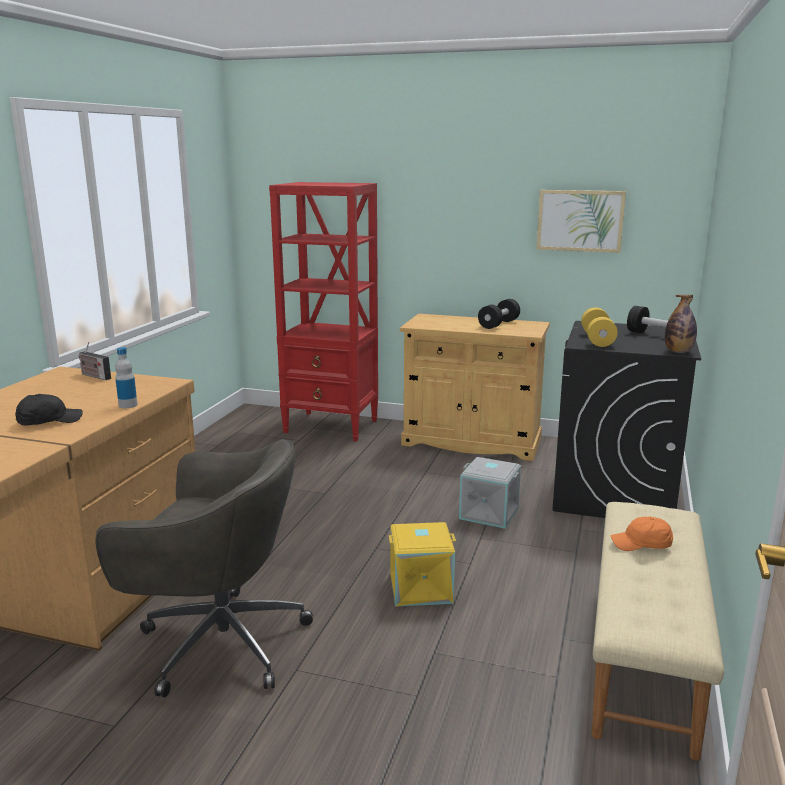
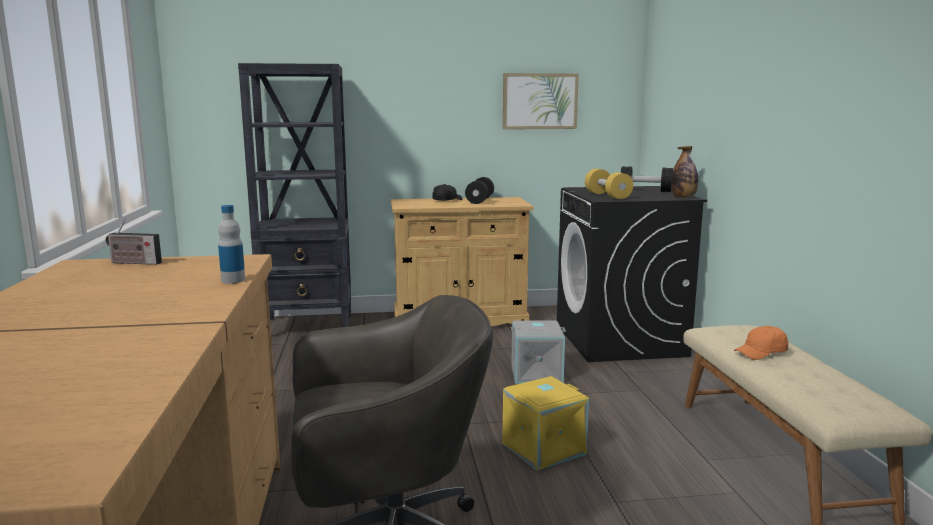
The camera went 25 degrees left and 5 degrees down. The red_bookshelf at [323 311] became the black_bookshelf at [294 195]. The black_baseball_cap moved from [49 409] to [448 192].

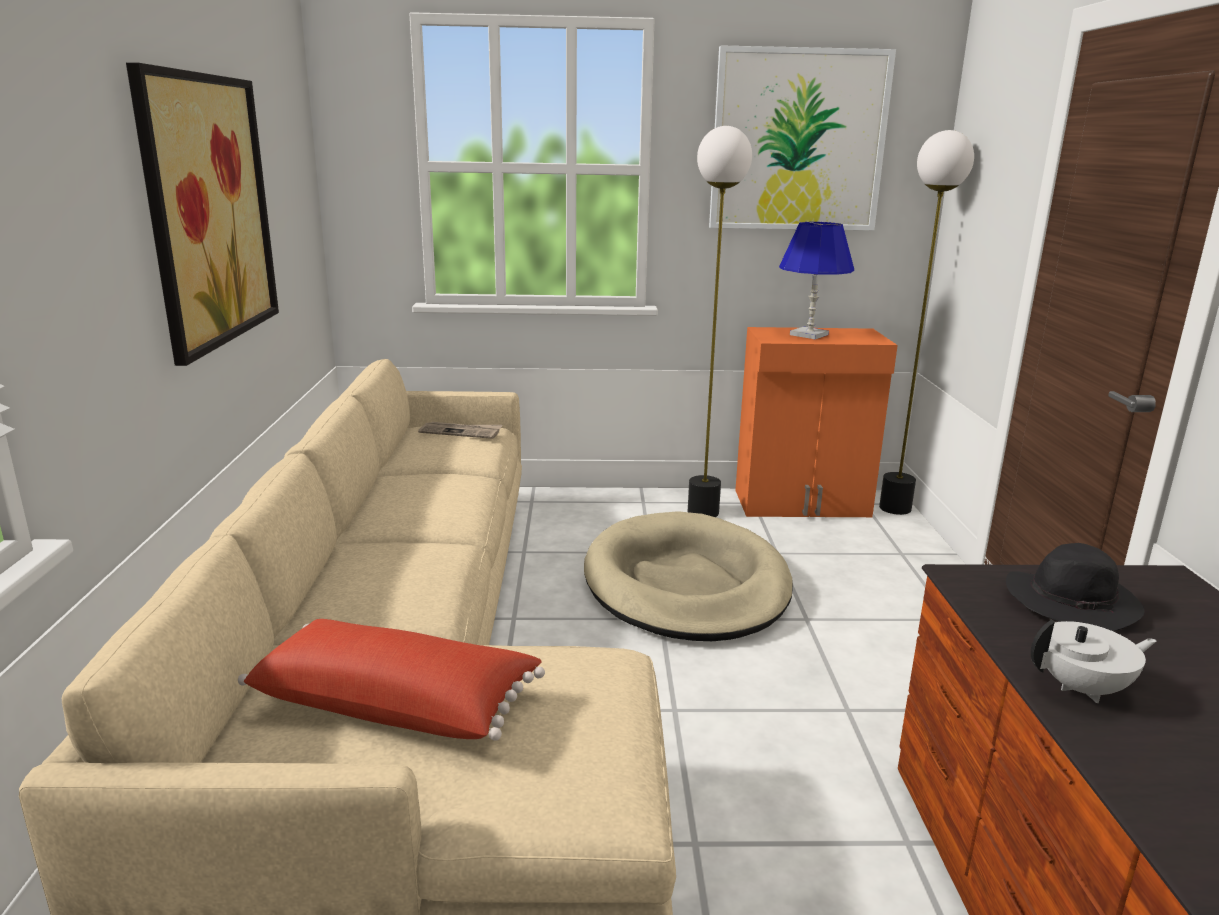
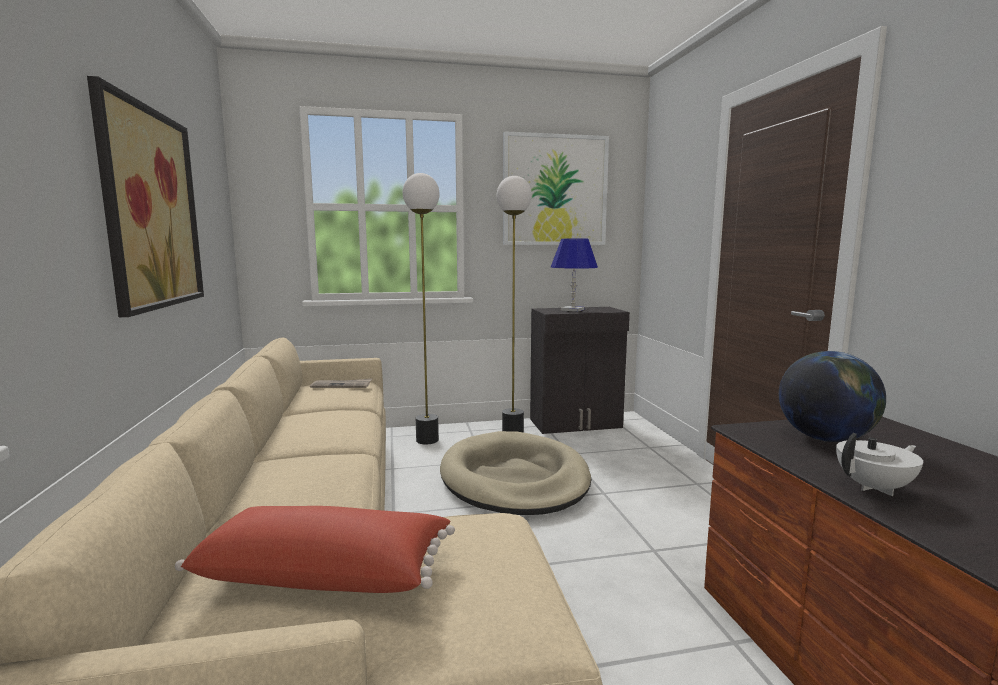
The camera went 10 degrees left and 10 degrees down. The standard_lamp moved from [926 322] to [421 308]. The orange-coloured_cabinet at [816 422] became the black_cabinet at [580 370]. The black_wearable_hat at [1075 587] was replaced by the globe at [832 396].

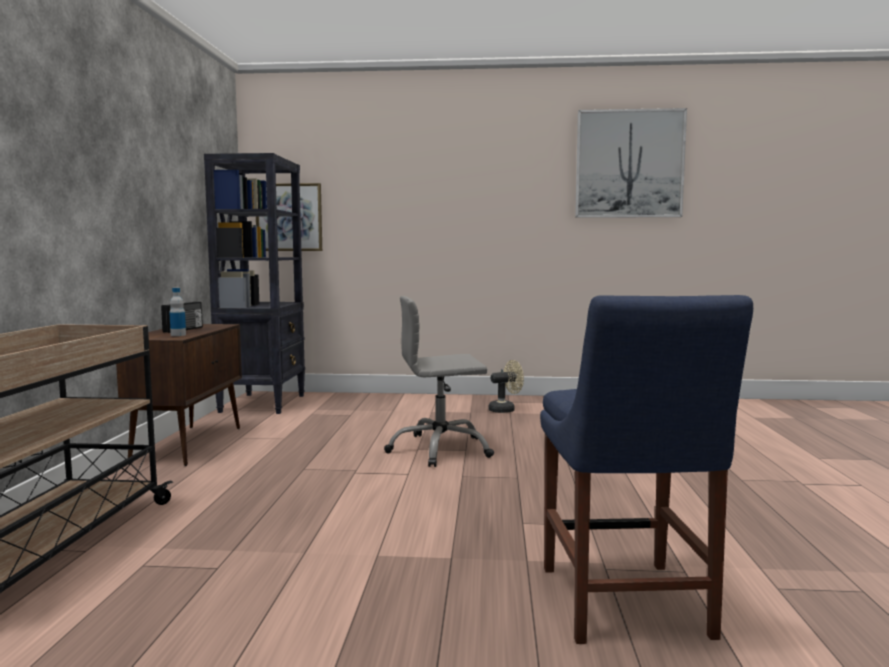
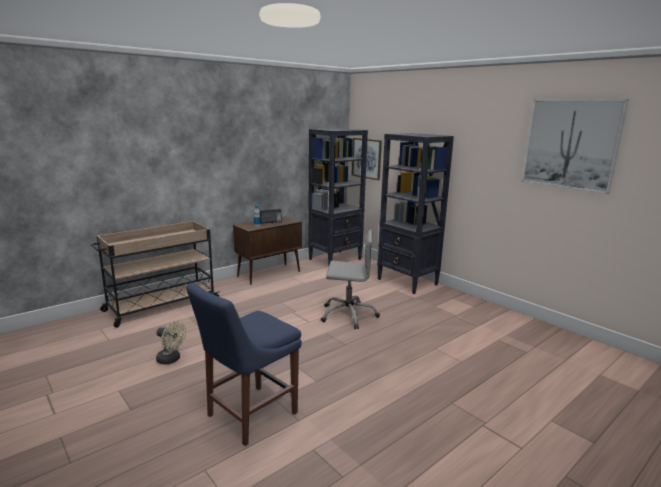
The camera went 45 degrees right and 10 degrees up. The beige_cooling_fan moved from [506 386] to [171 343]. The greyish_desk_chair at [439 381] turned 150 degrees clockwise. The black_bookshelf at [415 213] appeared.

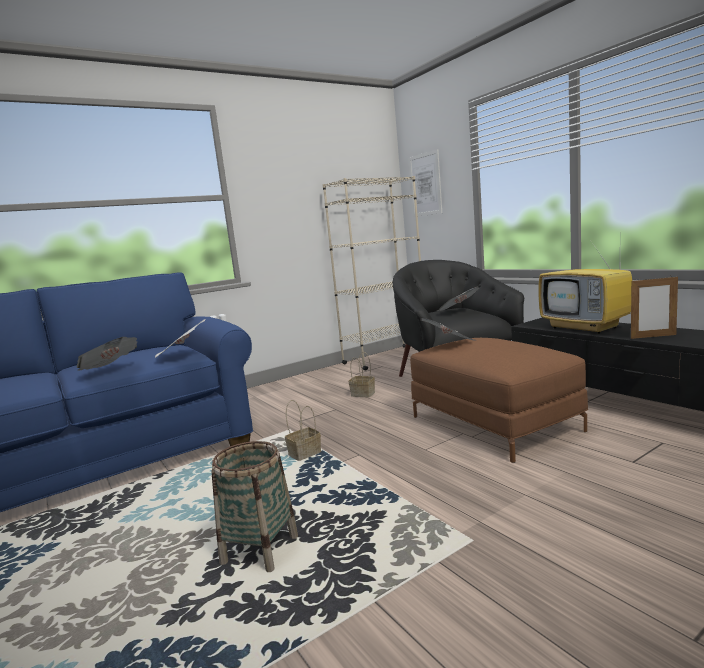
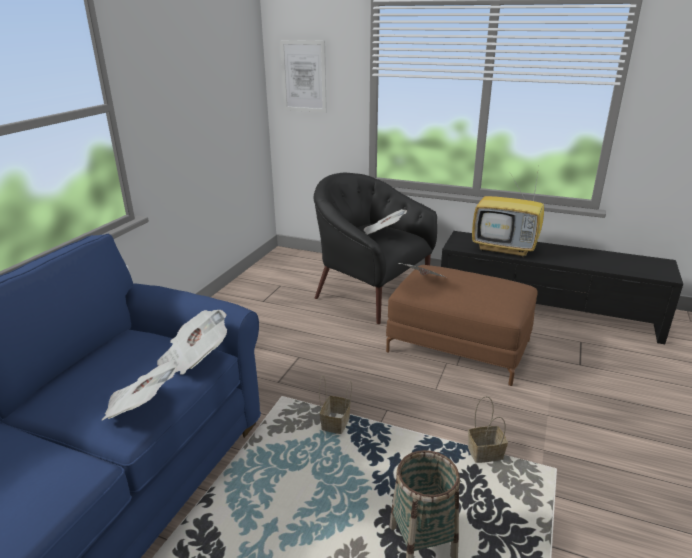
The camera went 35 degrees left and 15 degrees up. The storage_basket moved from [362 374] to [488 429]. The beige_bookshelf at [372 273] disappeared. The picture_frame at [654 307] disappeared.

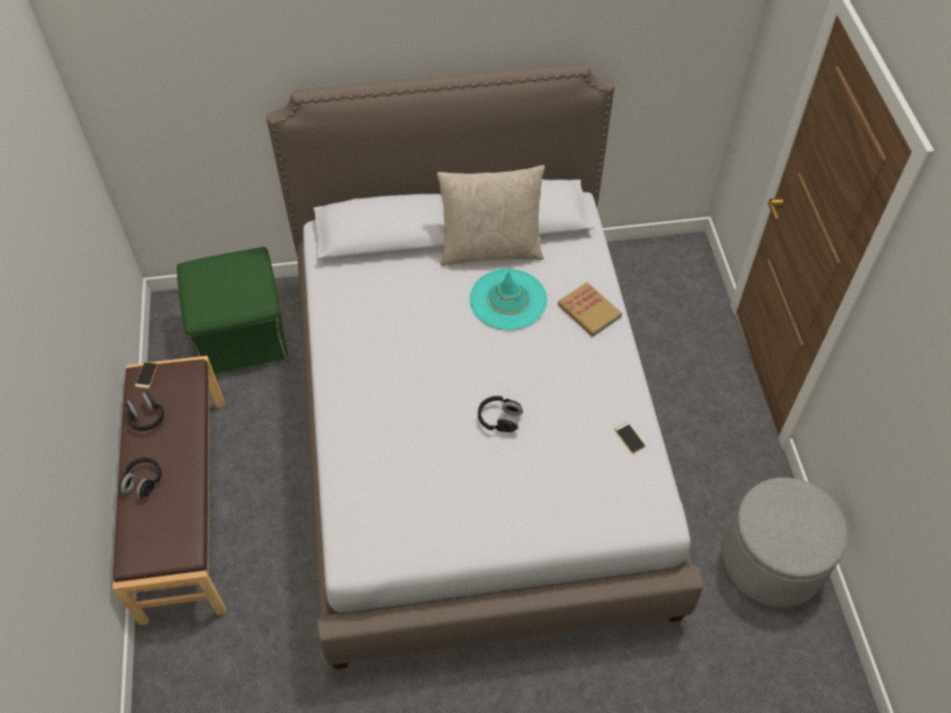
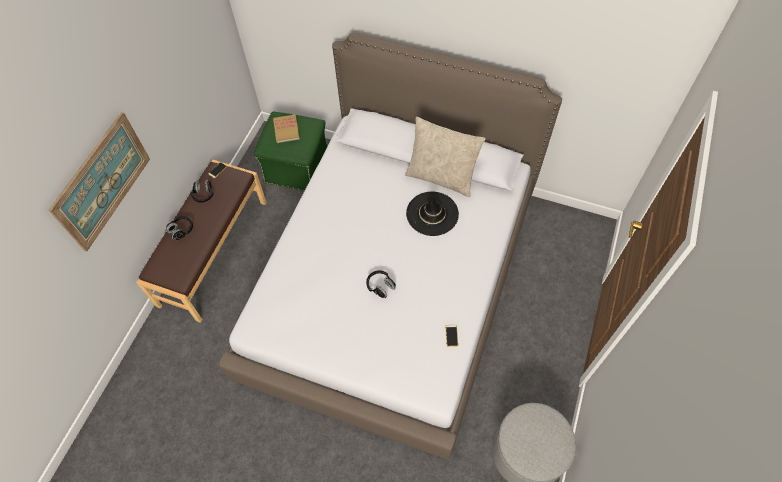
The camera went 30 degrees right and 5 degrees up. The picture at [99 182] appeared. The bound_book moved from [590 309] to [286 128]. The blue-green_wearable_hat at [508 299] became the black_wearable_hat at [432 214].

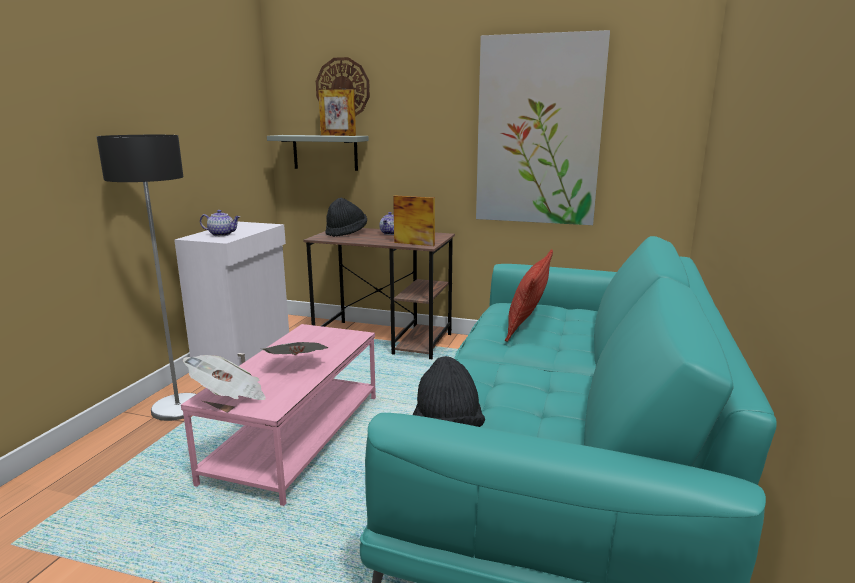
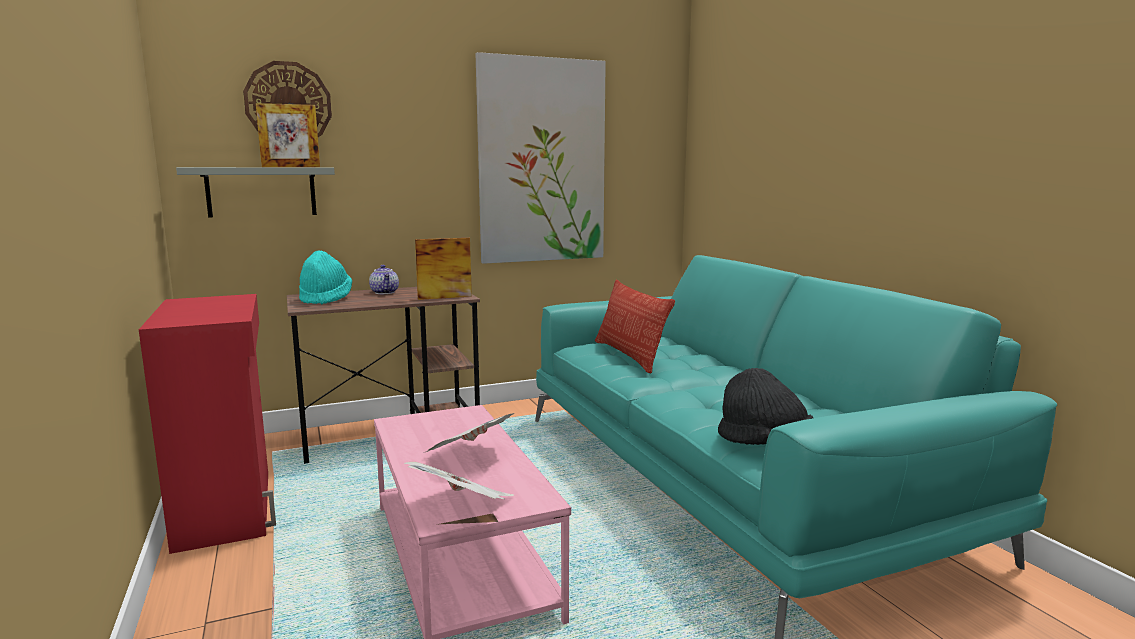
The camera went 40 degrees left and 5 degrees down. The white-coloured_cabinet at [231 294] became the red_cabinet at [207 424]. The black_wearable_hat at [346 217] became the blue-green_wearable_hat at [325 277]. The standard_lamp at [146 278] disappeared. The tea_pot at [220 223] disappeared.

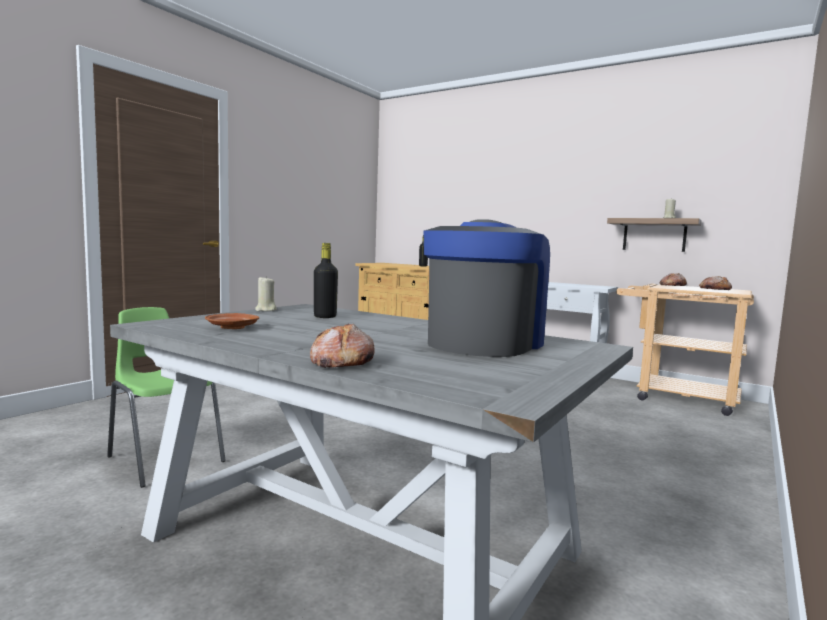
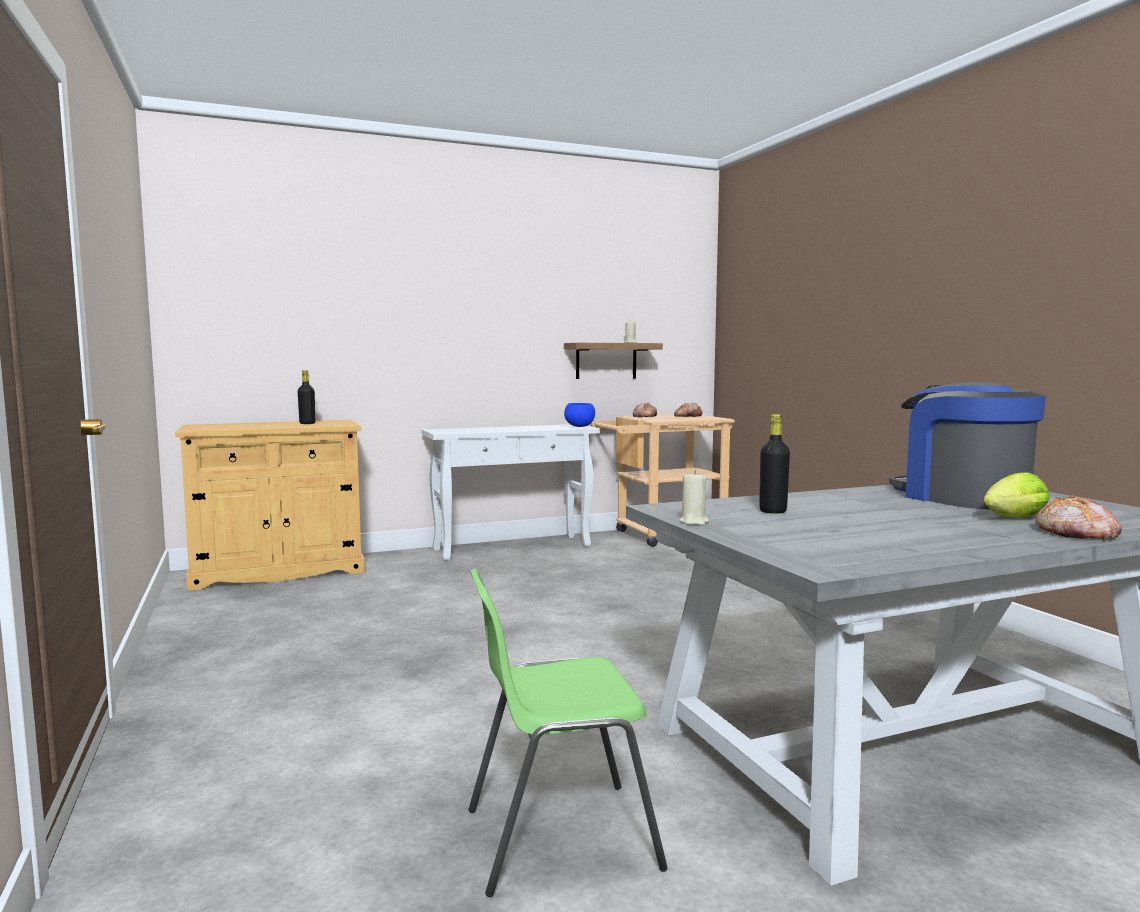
The camera went 55 degrees left and 0 degrees up. The blue-coloured_deep_dish at [579 415] appeared. The head_of_lettuce at [1017 495] appeared. The brown_flat_dish at [232 321] disappeared.

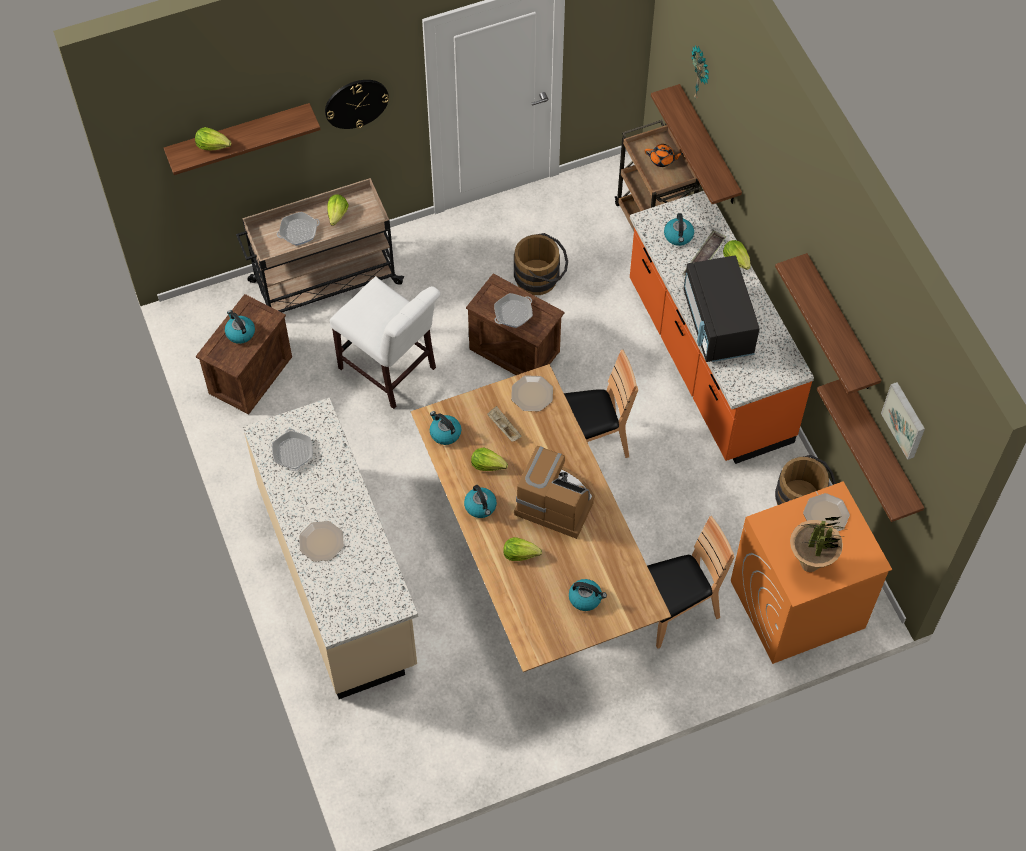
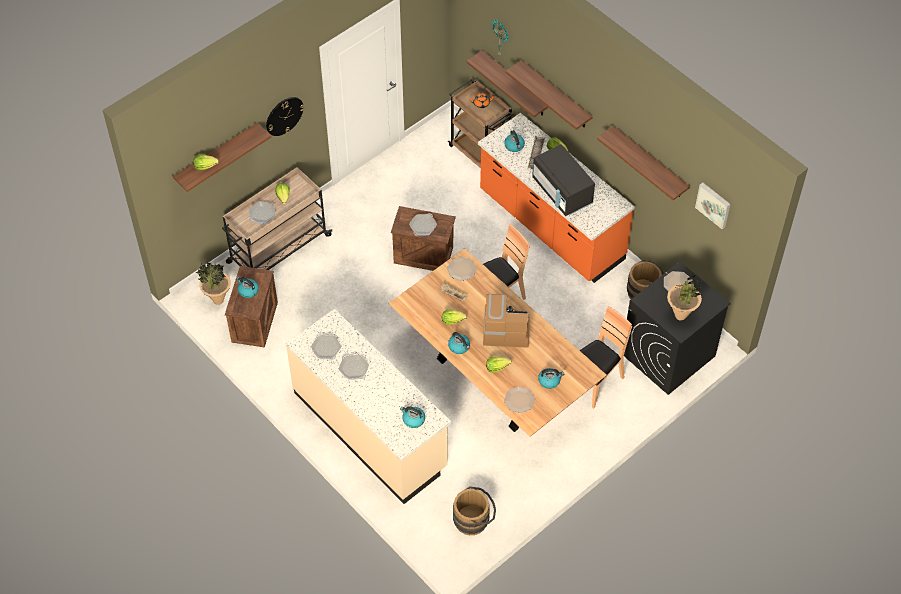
The camera went 20 degrees left and 5 degrees down. The houseplant at [213 283] appeared. The pan at [354 367] appeared. The tea_kettle moved from [445 428] to [412 417]. The brown_bucket moved from [541 264] to [474 510]. The flat_dish moved from [321 541] to [519 399]. The wall_shelf moved from [870 450] to [549 95]. The orange-coloured_laundry_appliance at [811 572] became the black_laundry_appliance at [677 328]. The white-coloured_upright_chair at [385 342] disappeared.

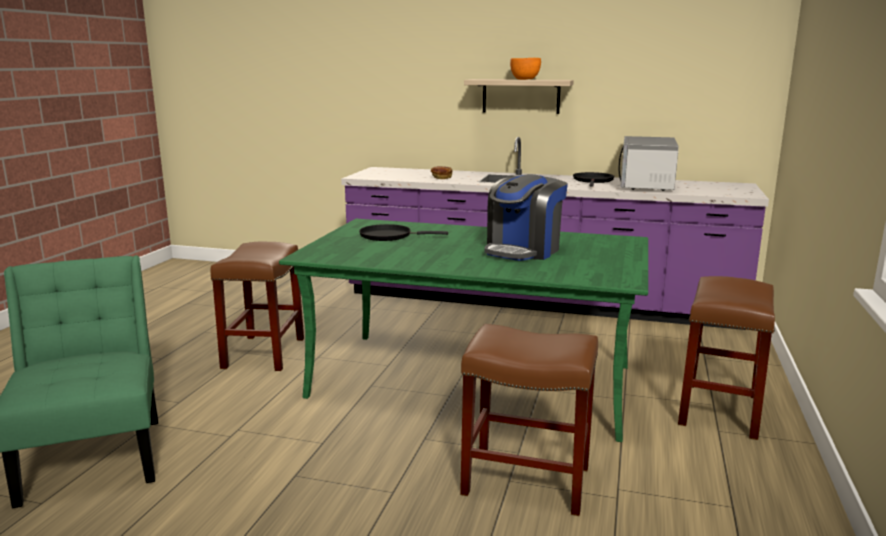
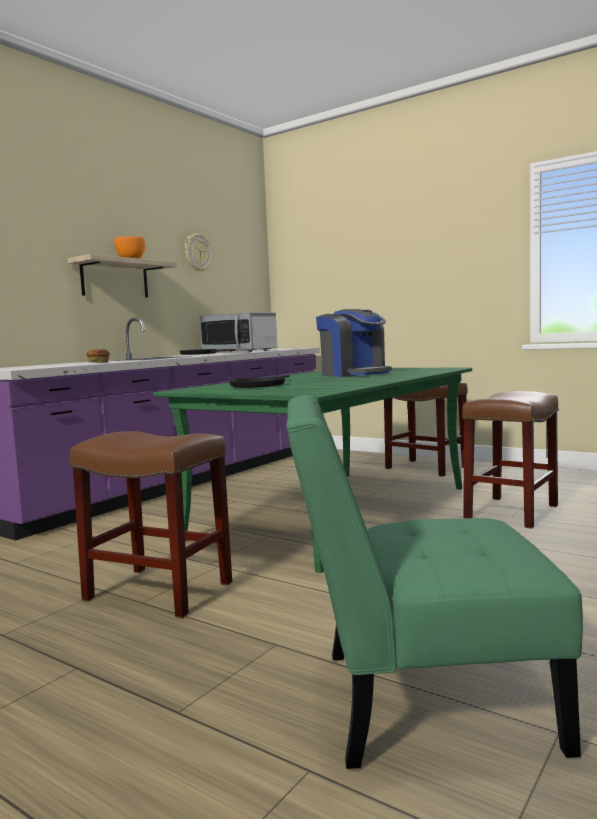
The camera went 70 degrees left and 10 degrees down. The hanging_clock at [198 253] appeared.

